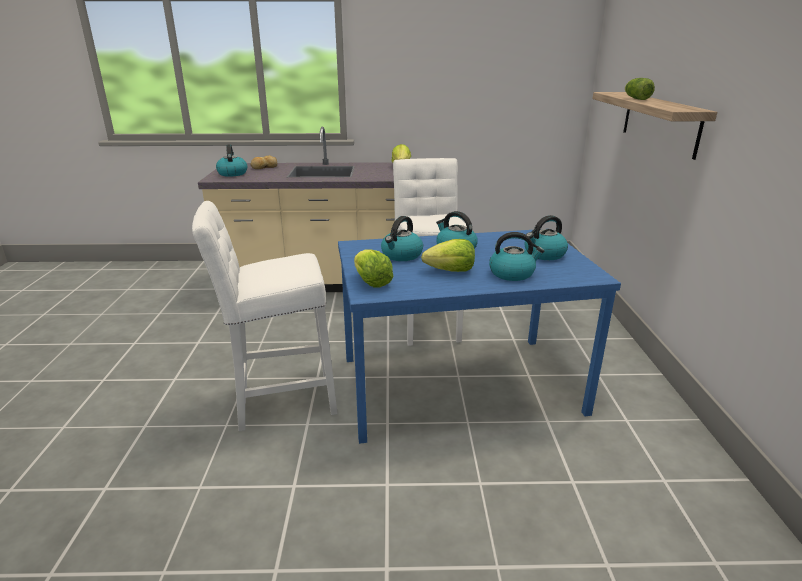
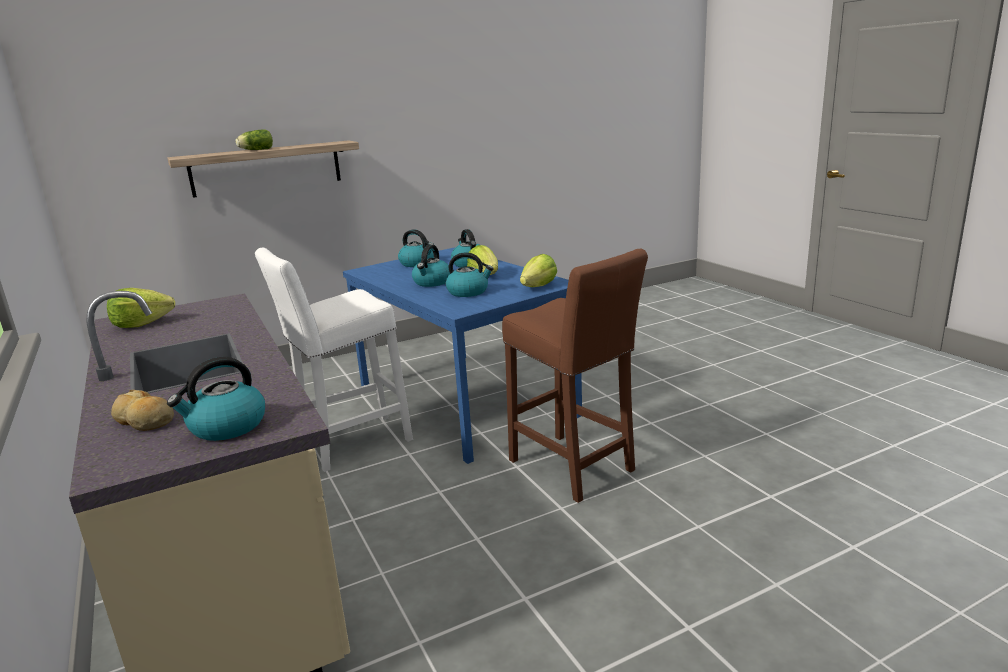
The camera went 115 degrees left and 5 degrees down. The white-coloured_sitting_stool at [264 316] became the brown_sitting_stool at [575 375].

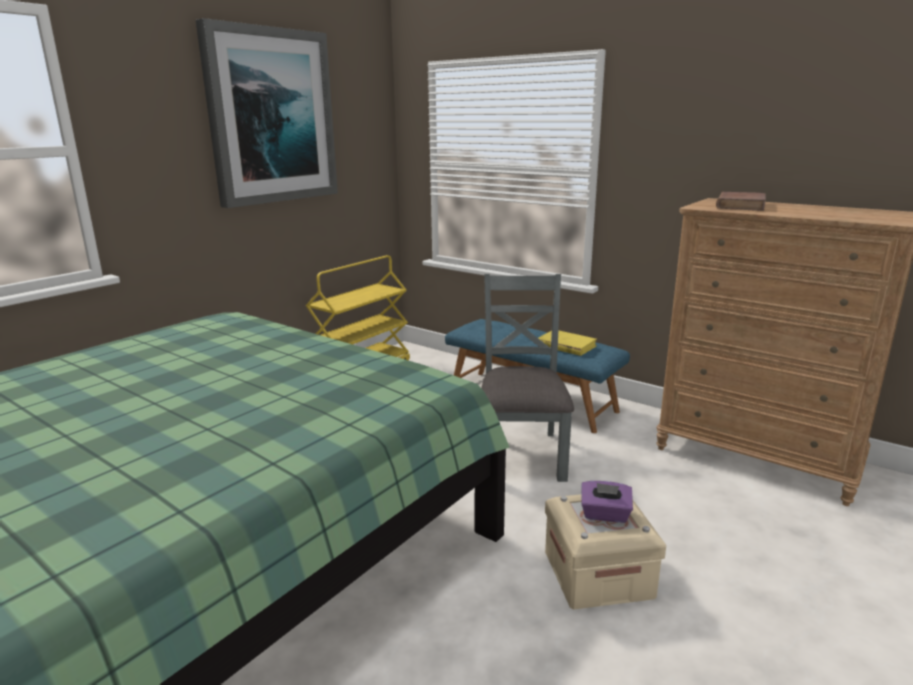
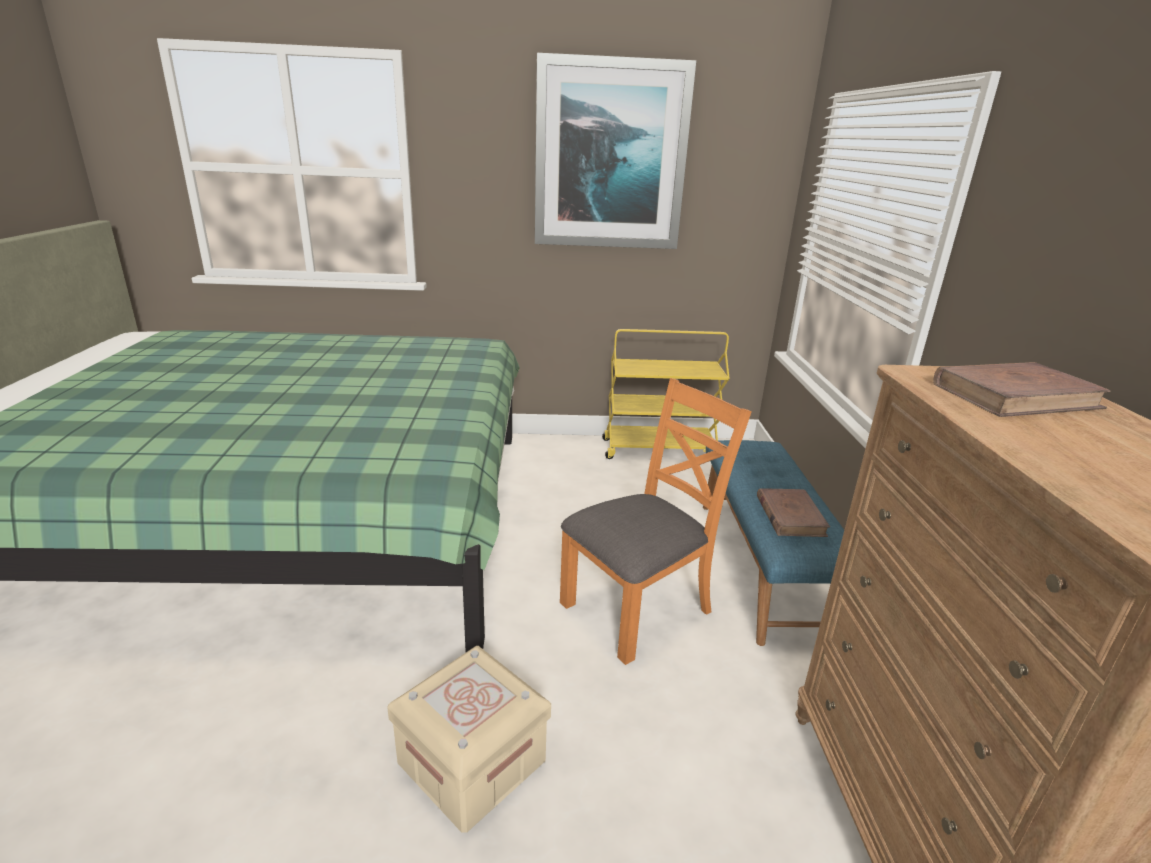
The camera went 50 degrees right and 5 degrees up. The greyish_upright_chair at [527 378] became the orange-coloured_upright_chair at [656 521]. The yellow-coloured_bound_book at [567 343] became the brown_bound_book at [793 512]. The purple_box_of_tissues at [607 502] disappeared.

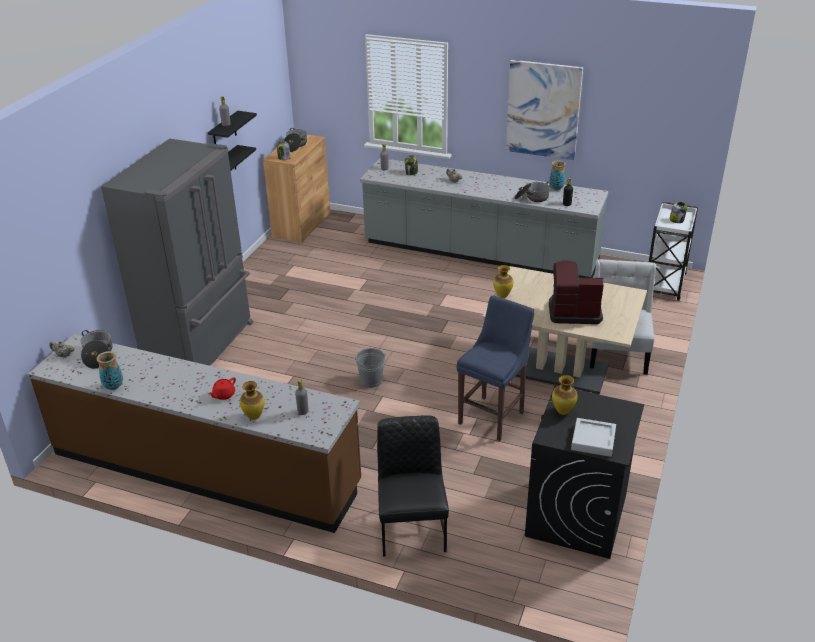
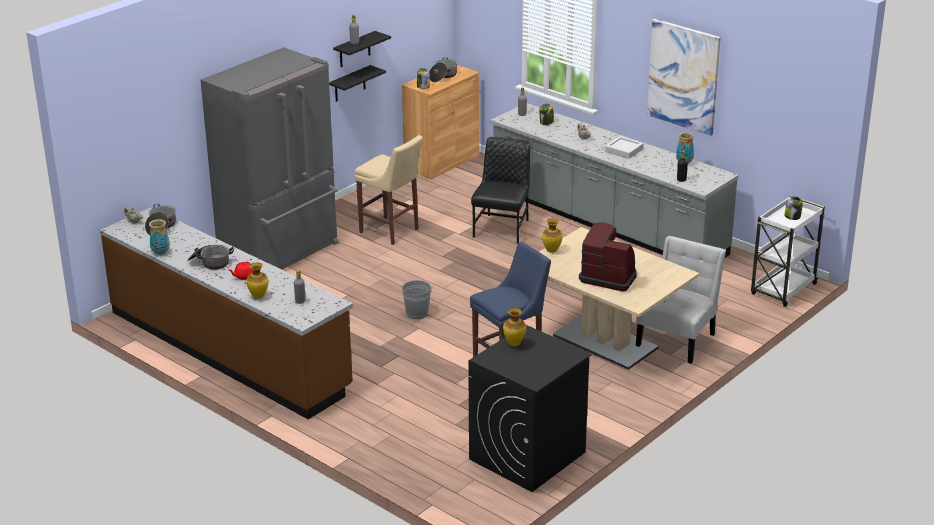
The camera went 20 degrees right and 5 degrees down. The saucepot moved from [532 192] to [210 257]. The beige_sitting_stool at [388 190] appeared. The black_upright_chair moved from [413 486] to [501 190]. The greyish_serving_tray moved from [593 437] to [624 147].

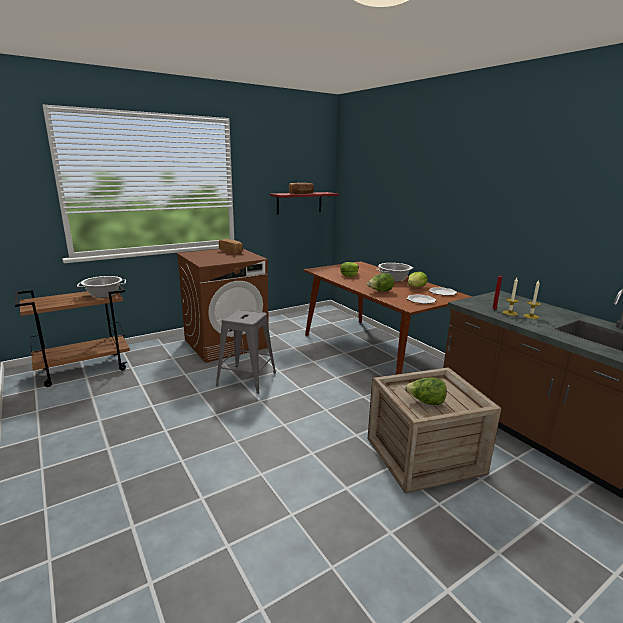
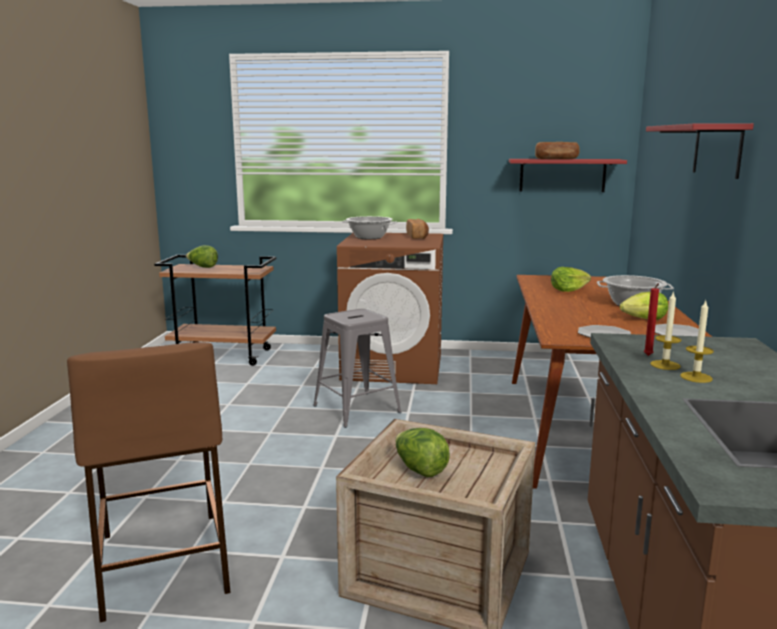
The camera went 40 degrees right and 5 degrees down. The brown_sitting_stool at [149 482] appeared. The head_of_lettuce moved from [380 282] to [202 256]. The saucepot moved from [101 287] to [369 227]. The red_wall_shelf at [700 151] appeared.

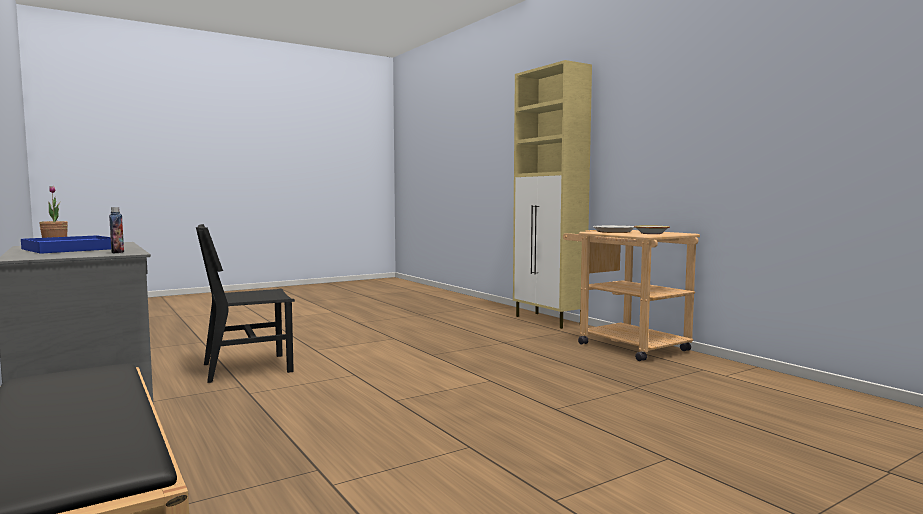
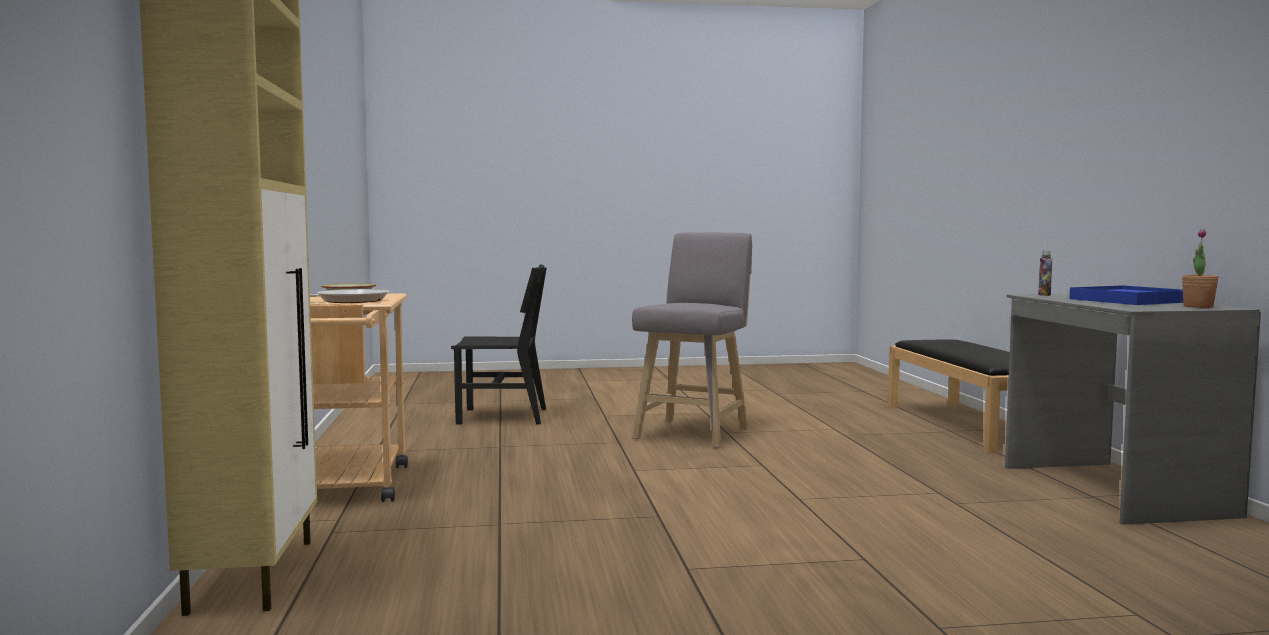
The camera went 155 degrees left and 0 degrees up. The black_upright_chair moved from [245 303] to [499 344]. The greyish_sitting_stool at [692 340] appeared.

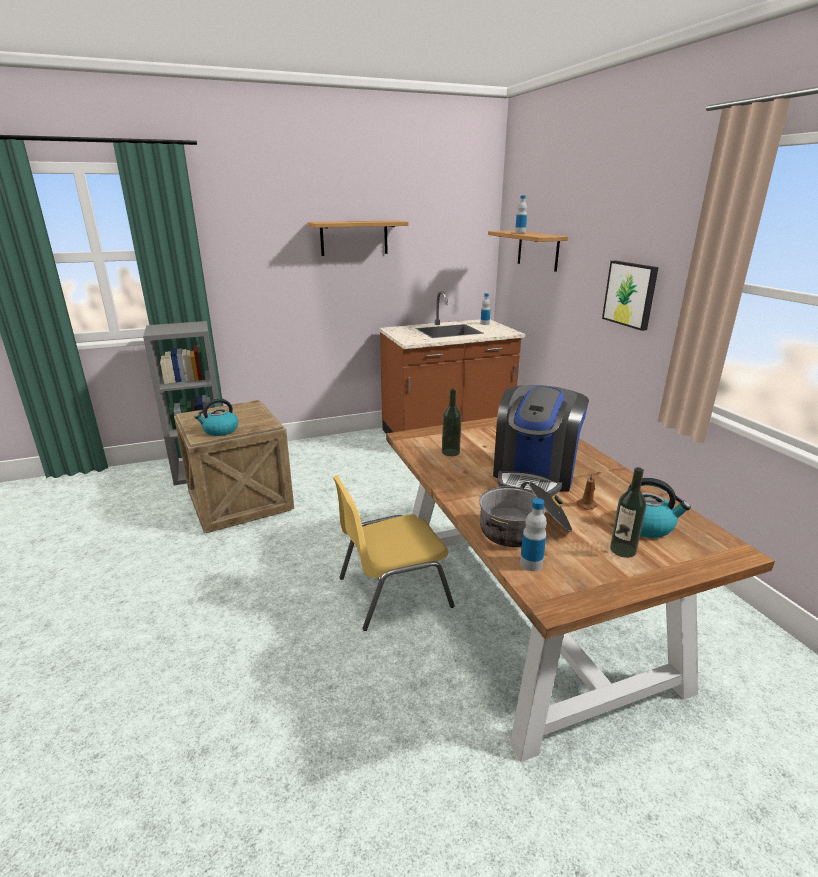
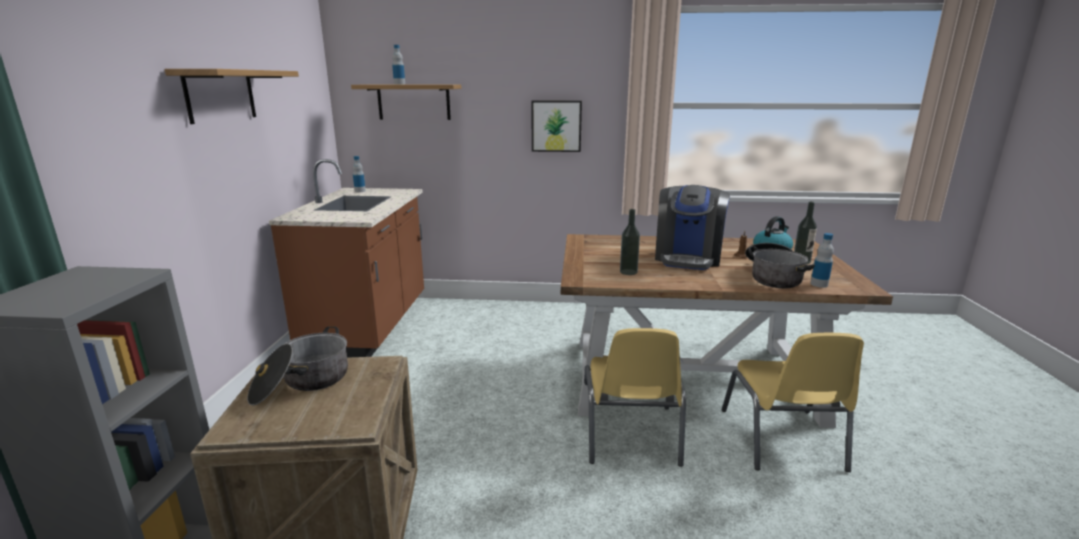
The camera went 65 degrees left and 5 degrees down. The saucepot at [297 366] appeared. The coffee_maker at [541 440] turned 60 degrees clockwise. The yellow-coloured_upright_chair at [793 402] appeared. The tea_kettle at [216 417] disappeared.

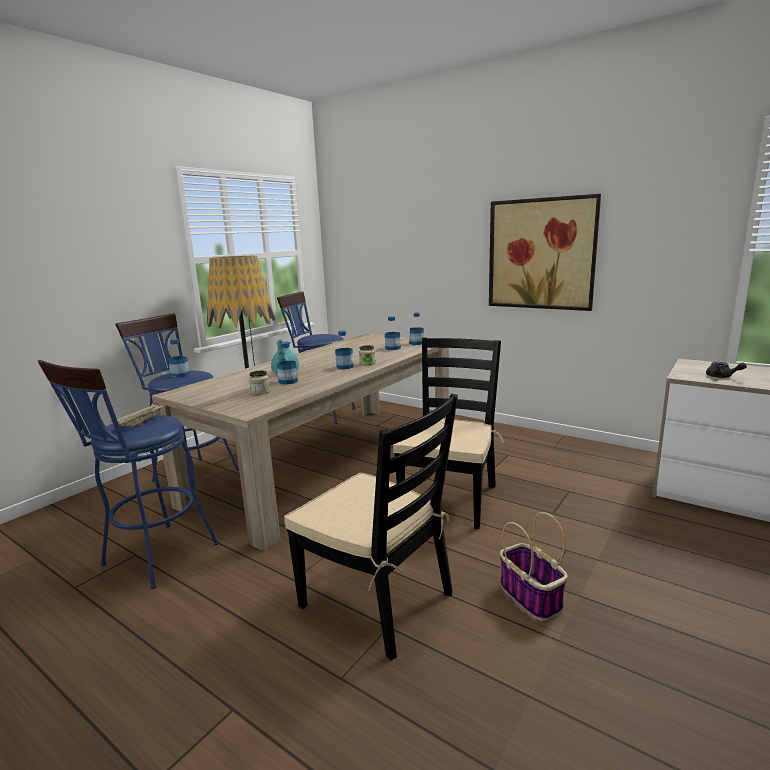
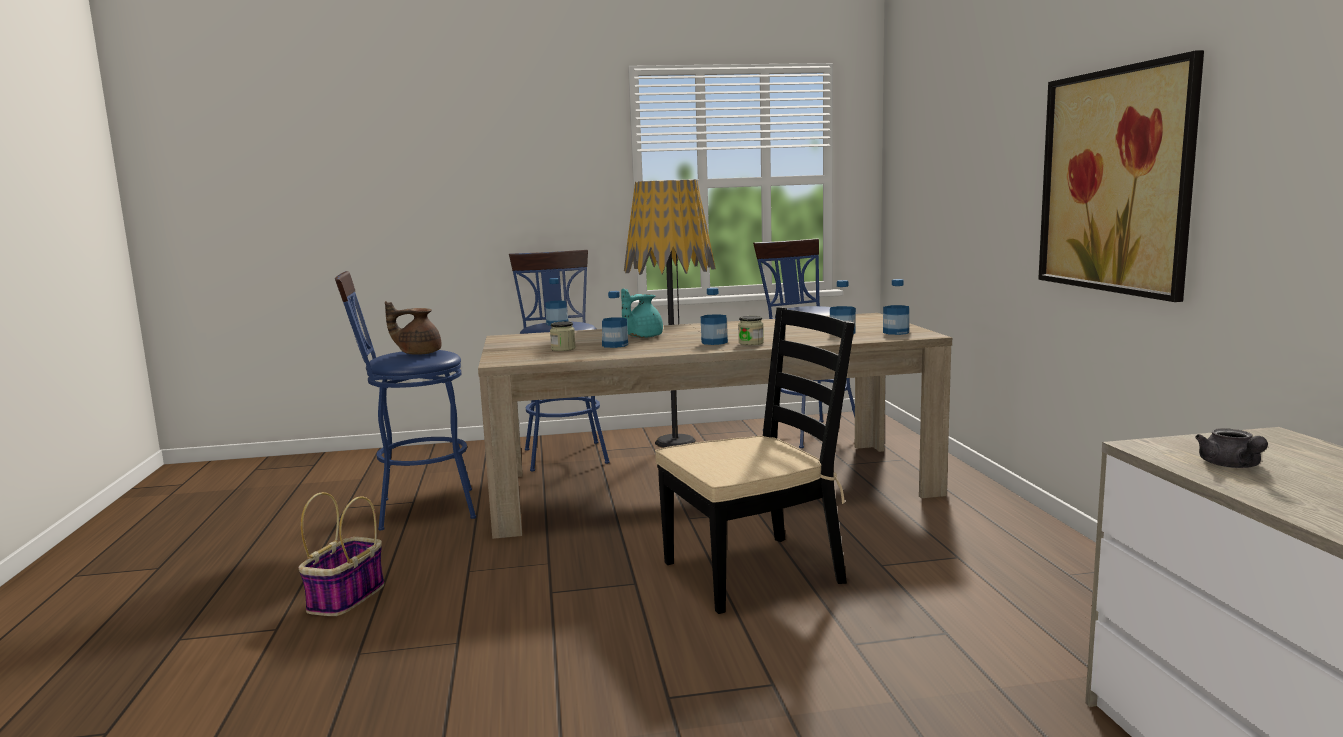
The camera went 45 degrees right and 5 degrees down. The storage_basket moved from [534 566] to [341 554]. The beige_serving_tray at [139 415] was replaced by the brown_tea_pot at [413 328]. The black_upright_chair at [371 527] disappeared.

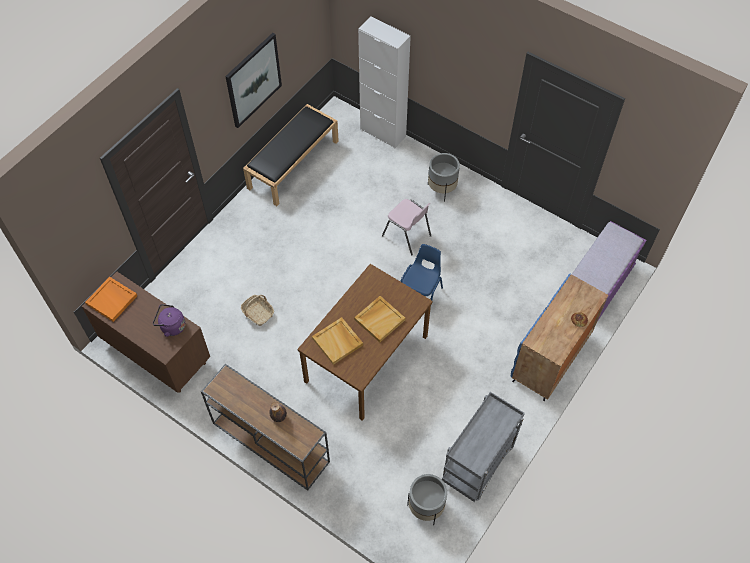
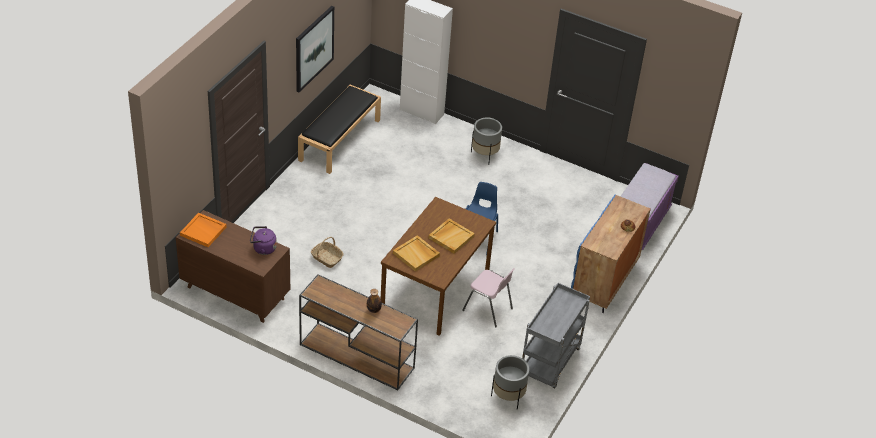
The camera went 10 degrees left and 15 degrees down. The pink-coloured_upright_chair moved from [406 227] to [488 297].

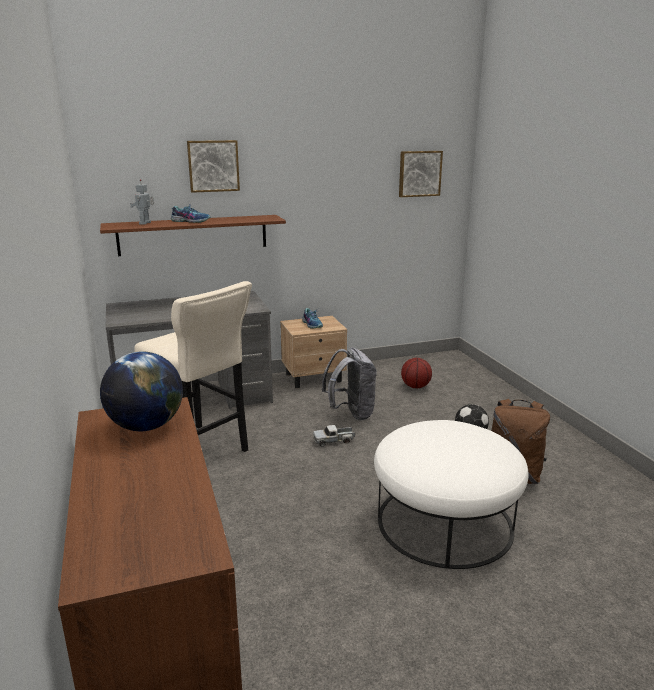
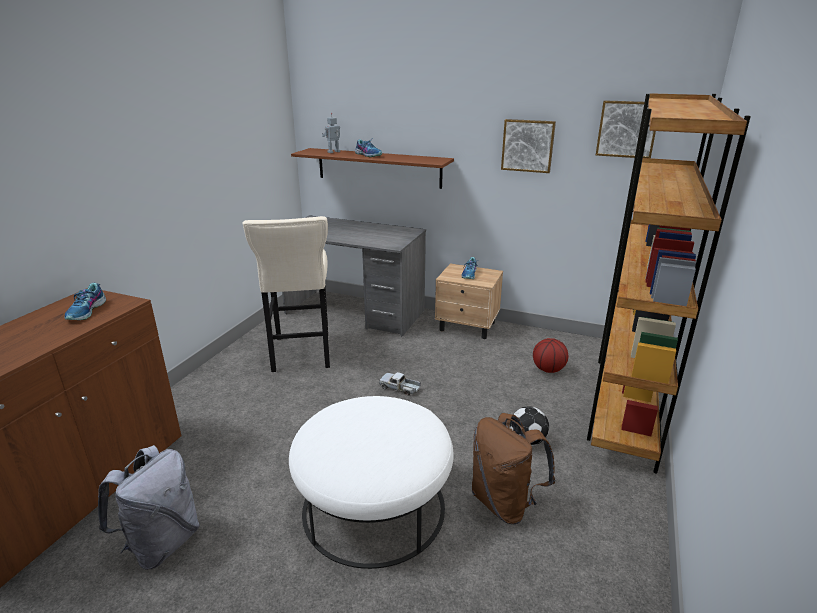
The camera went 40 degrees right and 5 degrees up. The globe at [141 391] was replaced by the shoe at [85 301]. The greyish_backpack moved from [349 383] to [149 507]. The picture moved from [213 166] to [528 146]. The brown_bookshelf at [669 283] appeared.

